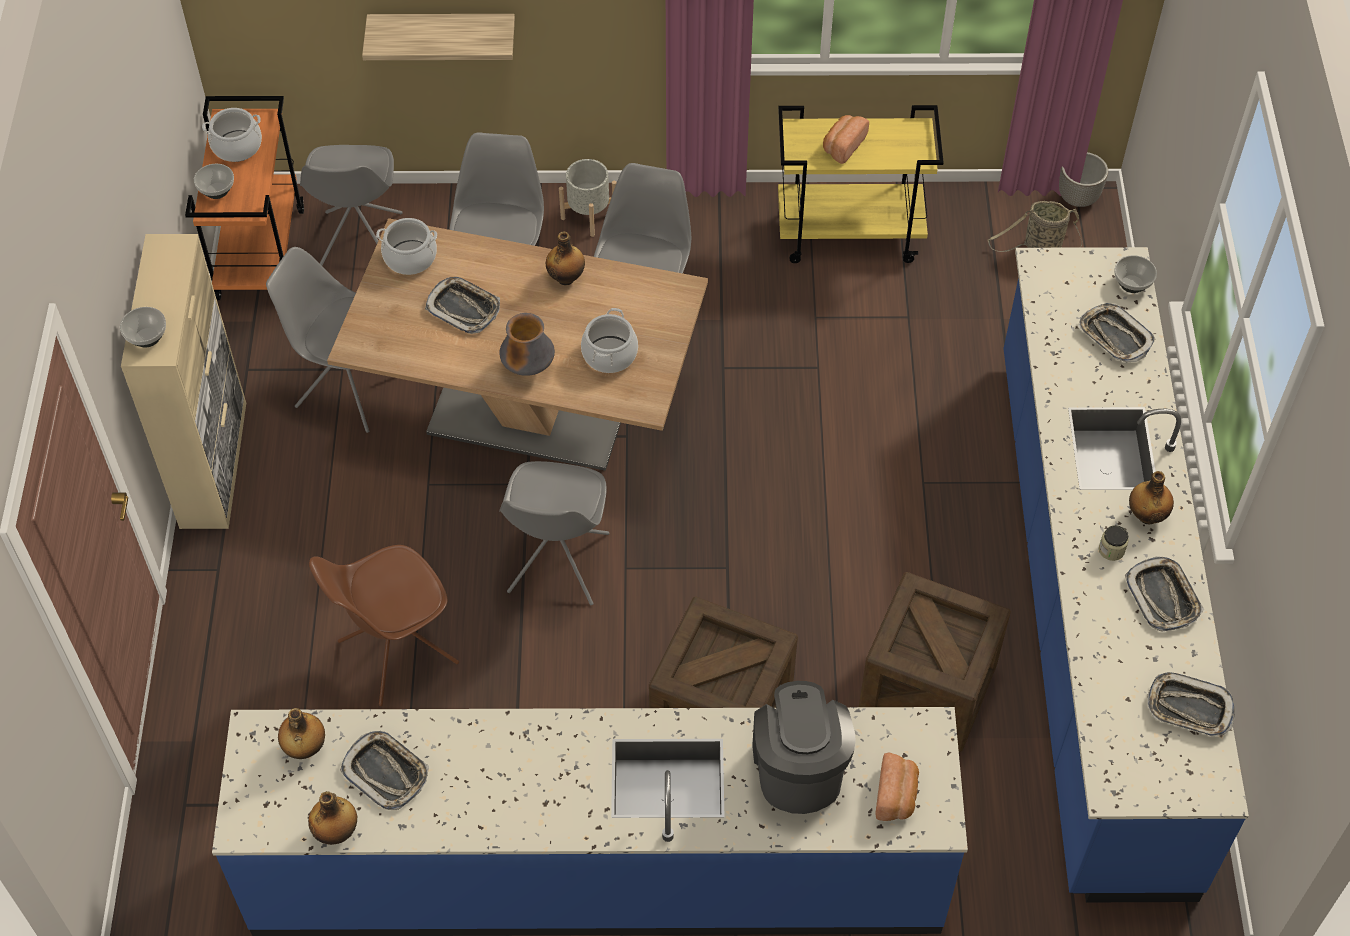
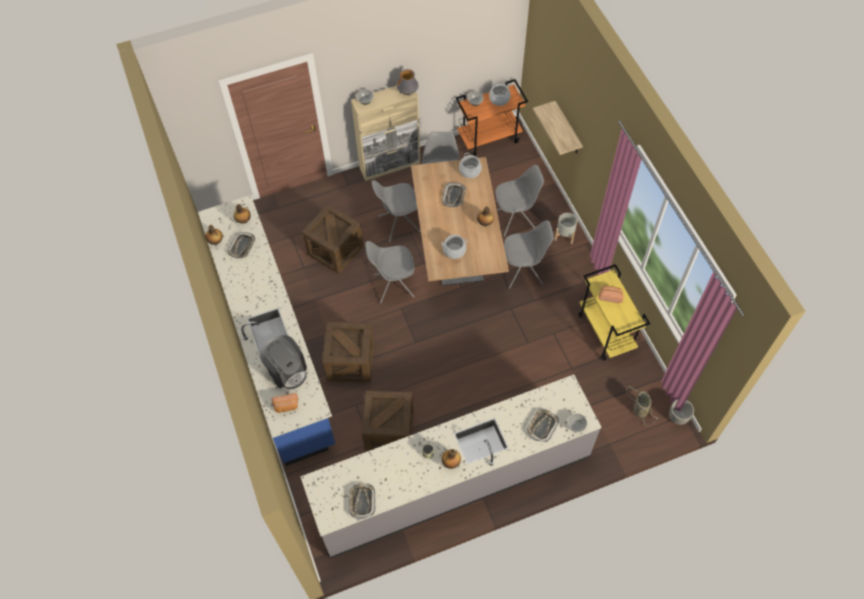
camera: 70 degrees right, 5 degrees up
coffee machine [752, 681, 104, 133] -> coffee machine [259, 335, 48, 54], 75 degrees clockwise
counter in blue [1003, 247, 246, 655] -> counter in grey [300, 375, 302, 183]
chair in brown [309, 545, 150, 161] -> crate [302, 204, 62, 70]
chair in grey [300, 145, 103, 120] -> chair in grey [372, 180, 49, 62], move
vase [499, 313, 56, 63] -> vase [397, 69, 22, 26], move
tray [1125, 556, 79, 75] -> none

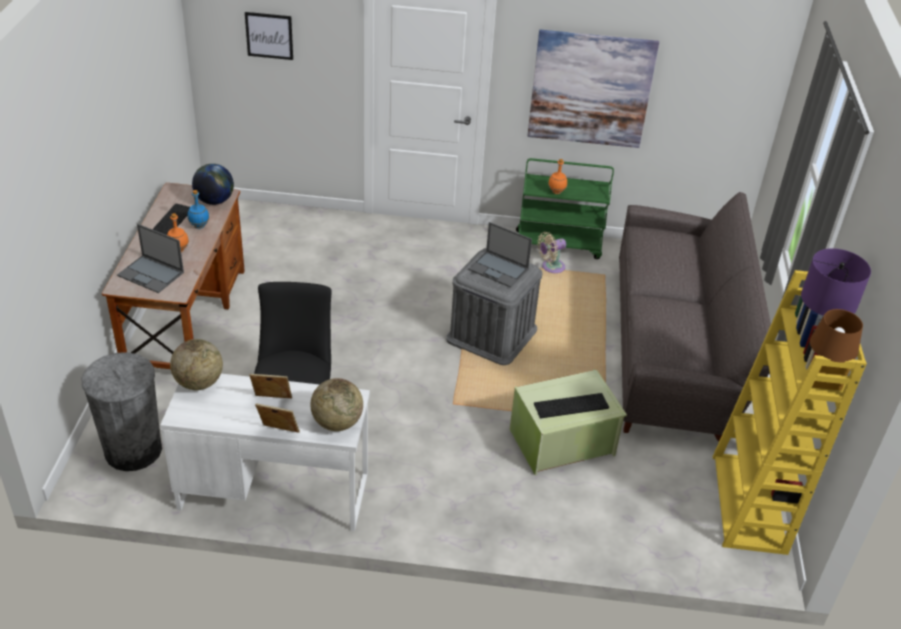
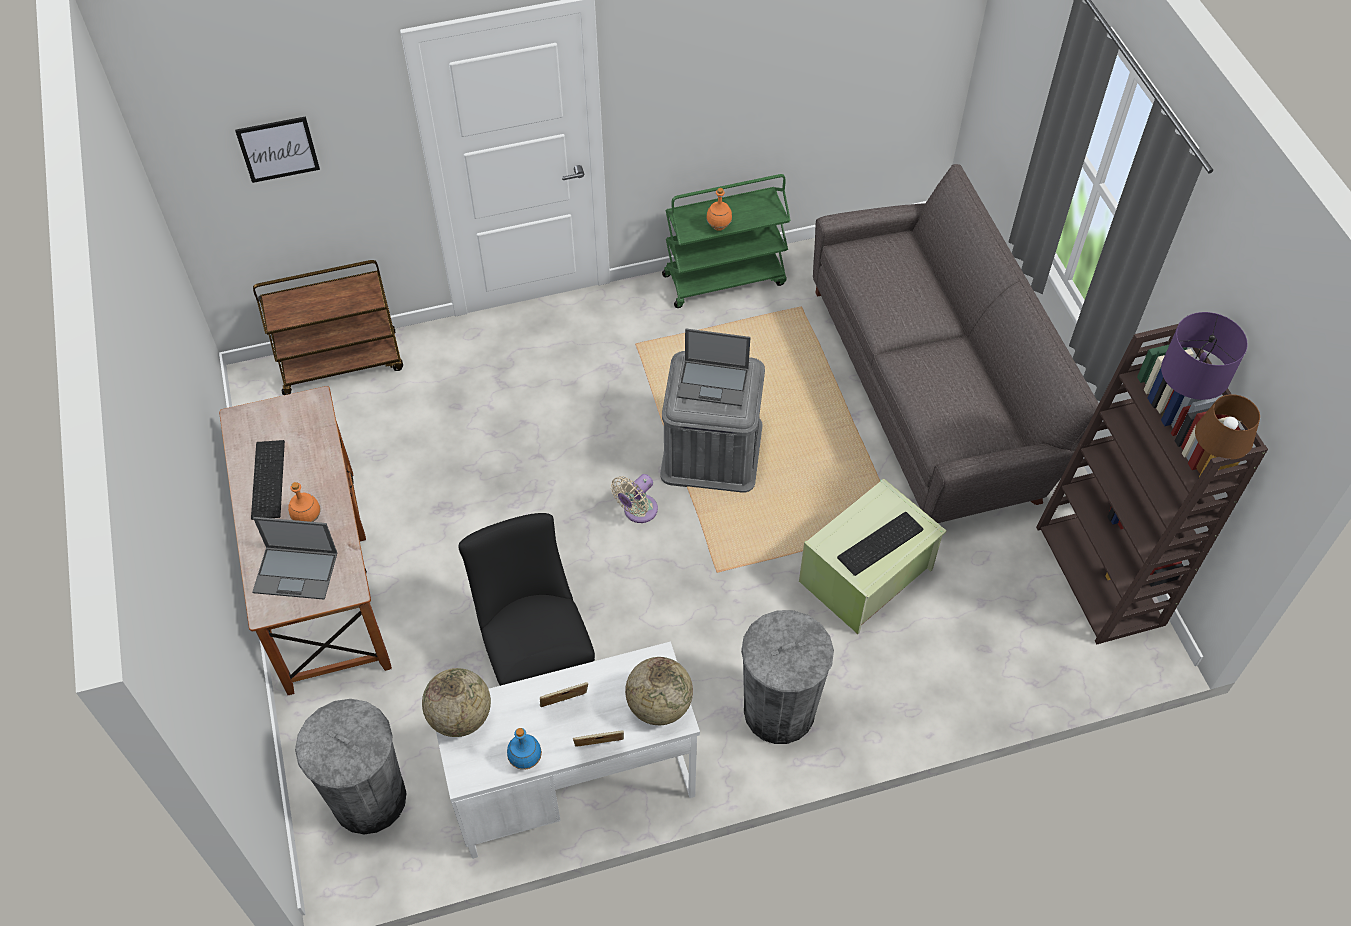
camera: 20 degrees left, 15 degrees up
none -> cart in brown [253, 260, 150, 135]
bottle in blue [188, 190, 21, 39] -> bottle in blue [507, 728, 35, 42], move
fan in beige [537, 232, 29, 41] -> fan in beige [611, 474, 47, 49], move
none -> trash can in grey [741, 610, 93, 134]
bookcase in yellow [713, 270, 154, 285] -> bookcase in brown [1036, 324, 232, 320]
globe [192, 164, 42, 41] -> none
picture [527, 30, 132, 118] -> none

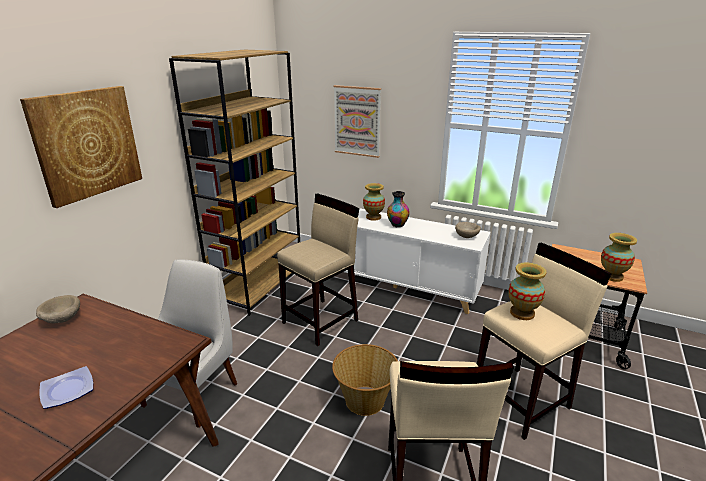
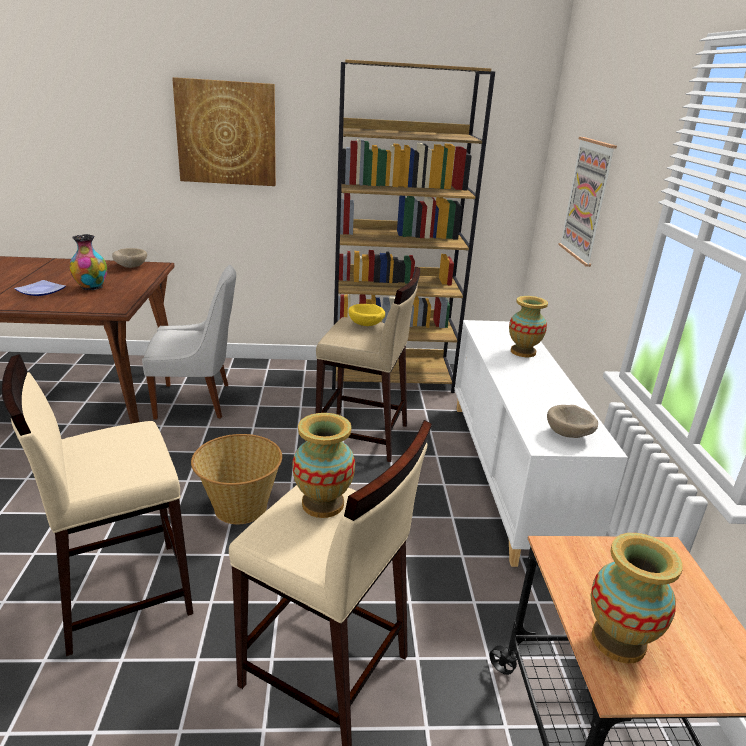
camera: 60 degrees right, 0 degrees up
vase [387, 191, 23, 36] -> vase [69, 234, 38, 56], move
none -> bowl in yellow [348, 304, 37, 22]

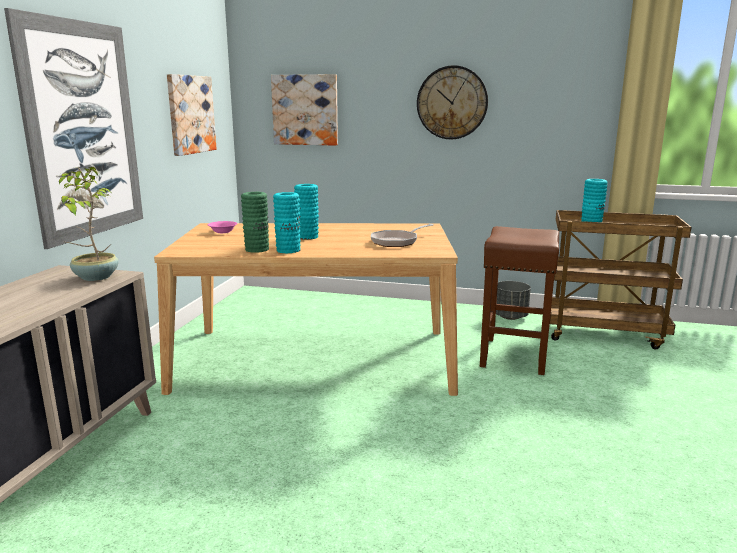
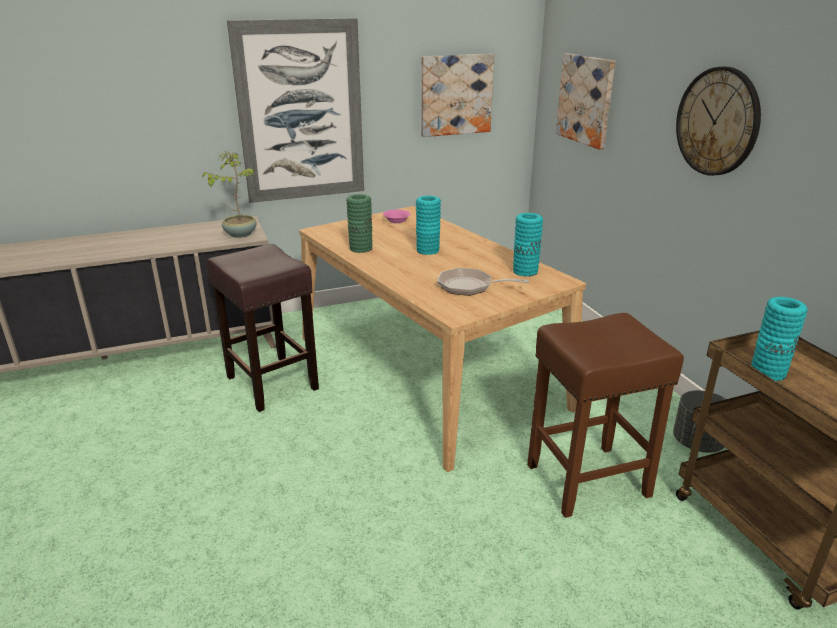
camera: 55 degrees right, 10 degrees up
none -> stool in brown [206, 244, 113, 168]
vase in turquoise [273, 192, 28, 61] -> vase in turquoise [513, 213, 30, 64], move

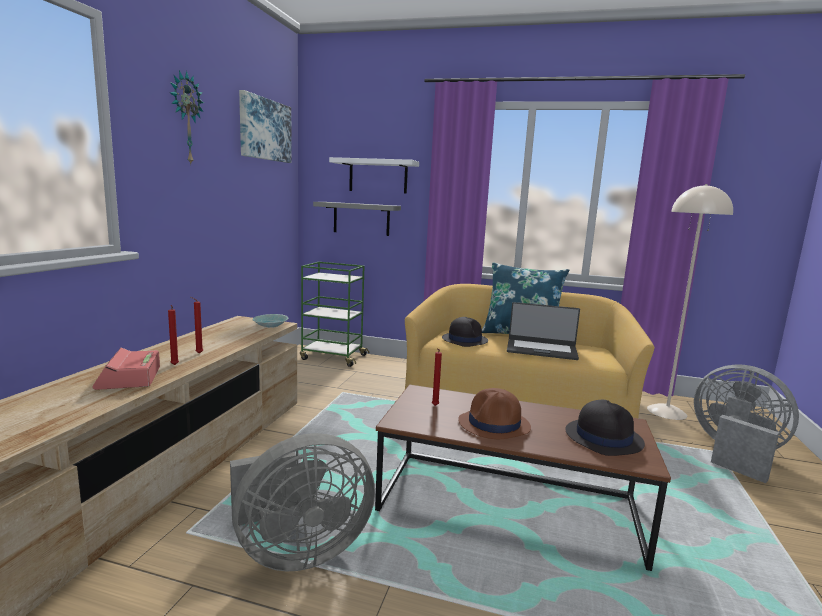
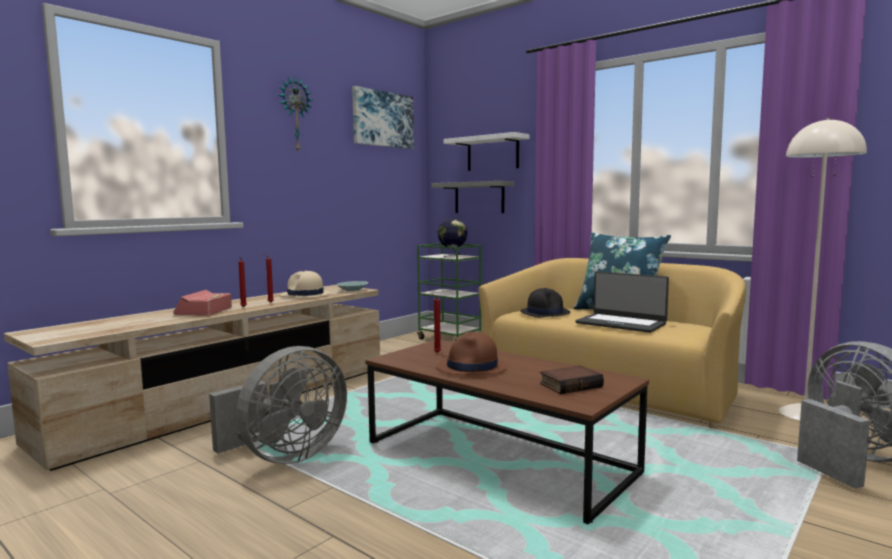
camera: 25 degrees right, 5 degrees down
fan in grey [230, 433, 145, 139] -> fan in grey [209, 346, 138, 118], 45 degrees counterclockwise
none -> hat in beige [280, 271, 51, 27]
none -> globe [438, 218, 29, 40]
hat in black [565, 400, 80, 56] -> book [540, 366, 64, 28]

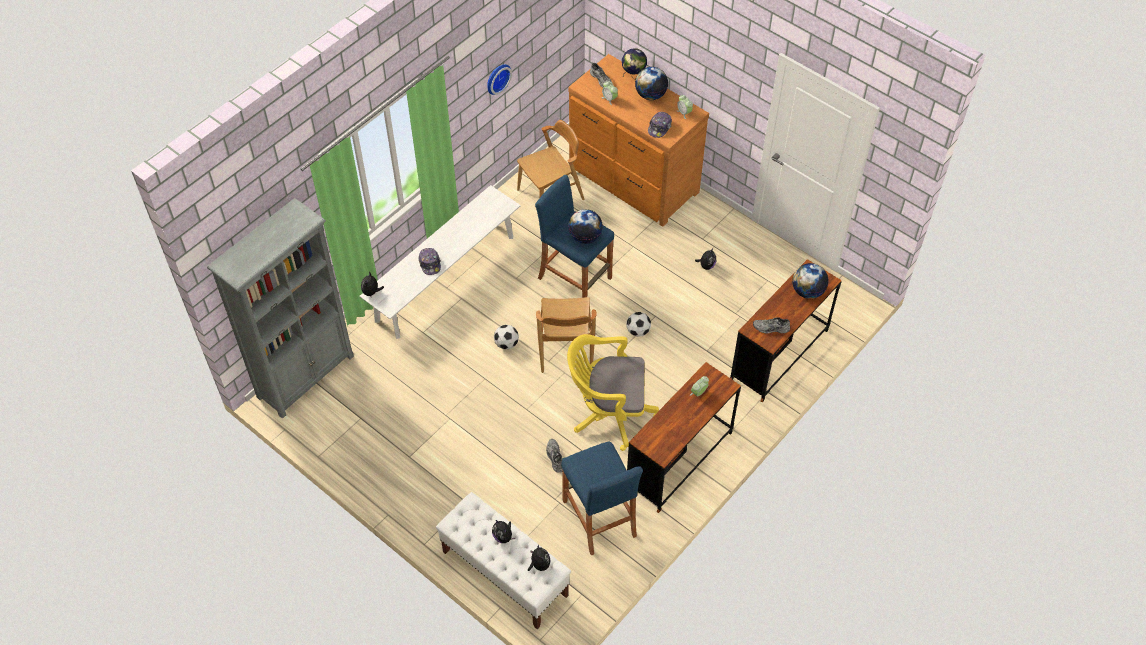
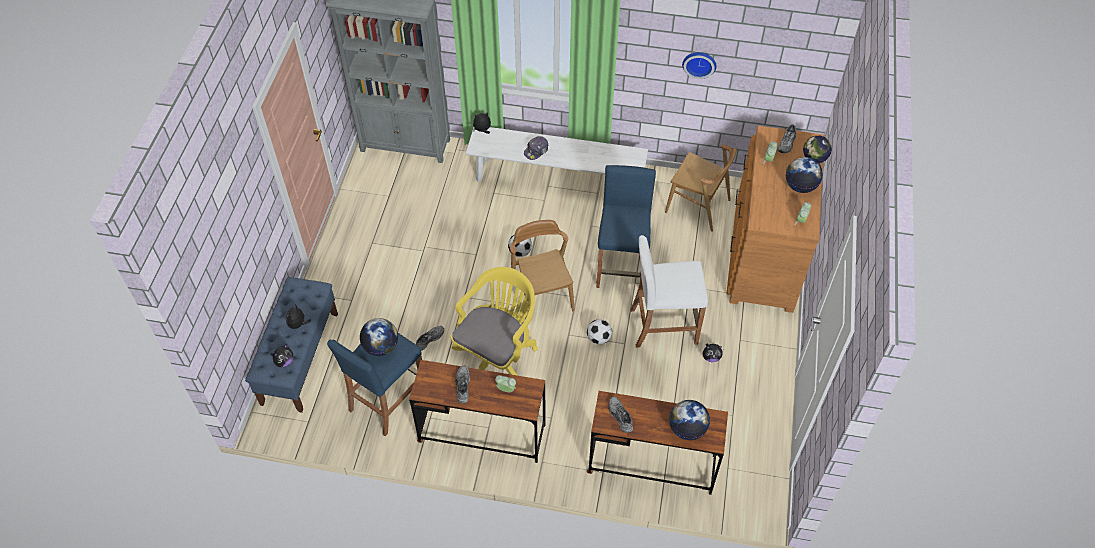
camera: 60 degrees right, 0 degrees up
bench in white [436, 492, 135, 137] -> bench in blue [245, 277, 93, 136]
globe [568, 209, 35, 35] -> globe [360, 318, 38, 38], move
office chair in yellow [567, 334, 92, 117] -> office chair in yellow [451, 267, 87, 109], 60 degrees clockwise
none -> shoe in grey [455, 366, 15, 37]
chair in brown [536, 297, 60, 76] -> chair in brown [510, 220, 65, 99], 105 degrees clockwise
none -> stool in white [630, 235, 78, 113]
cap [648, 112, 24, 26] -> none

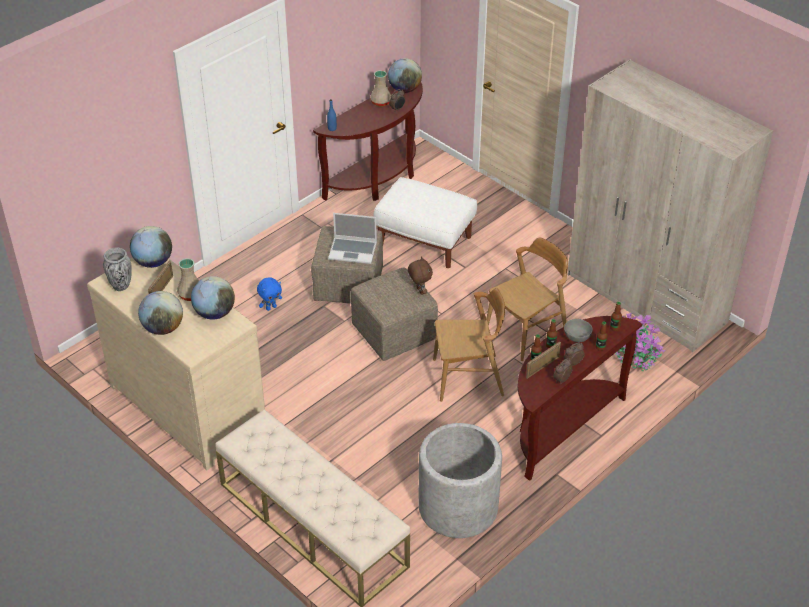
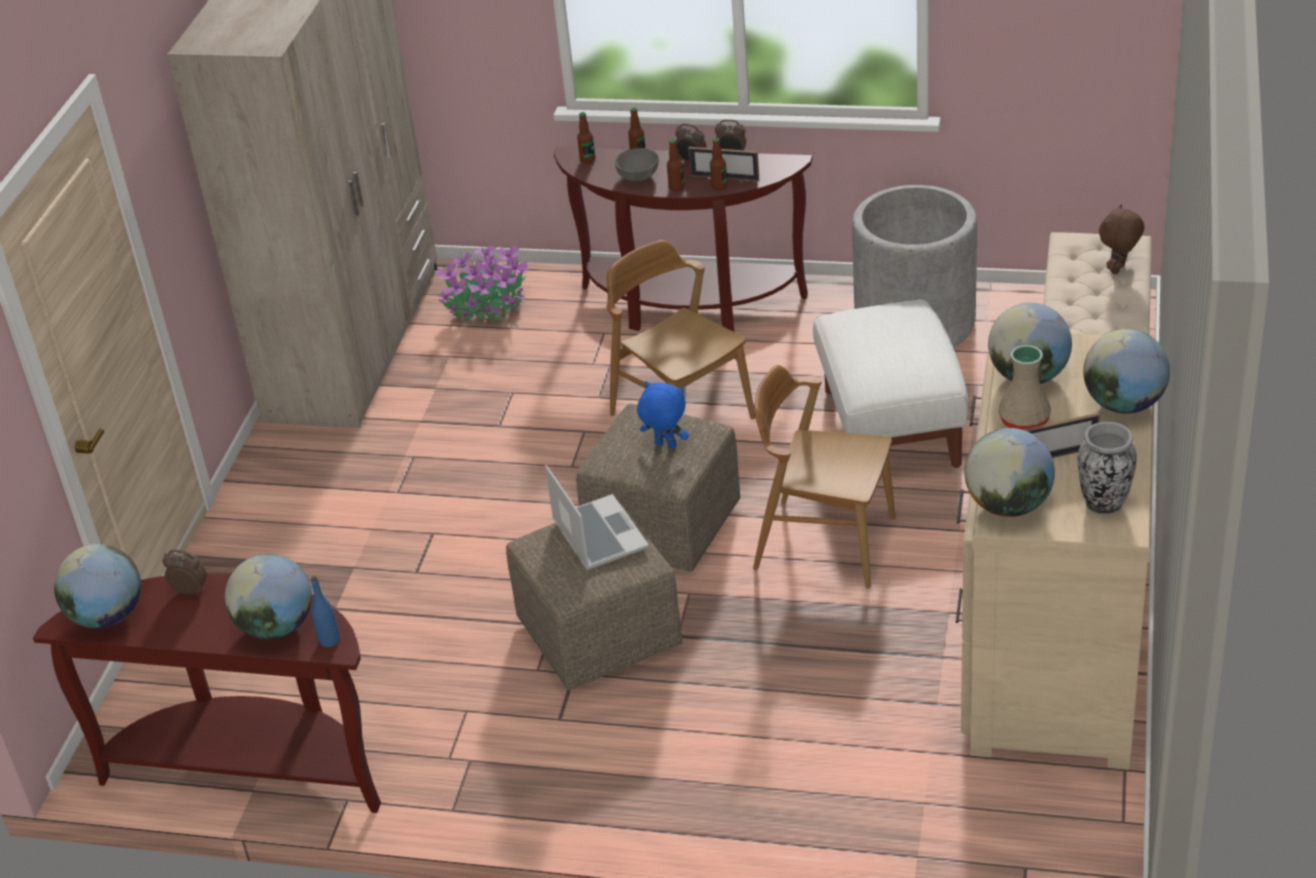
camera: 120 degrees left, 5 degrees down
none -> globe [225, 554, 87, 86]
plush toy in blue [257, 277, 25, 34] -> plush toy in blue [637, 381, 52, 67], move
chair in brown [486, 238, 82, 123] -> chair in brown [753, 365, 143, 224], move
ottoman in white [373, 177, 104, 91] -> ottoman in white [813, 300, 155, 168], move
plush toy in brown [408, 256, 25, 39] -> plush toy in brown [1099, 204, 45, 70], move
vase in beige [370, 70, 21, 37] -> none

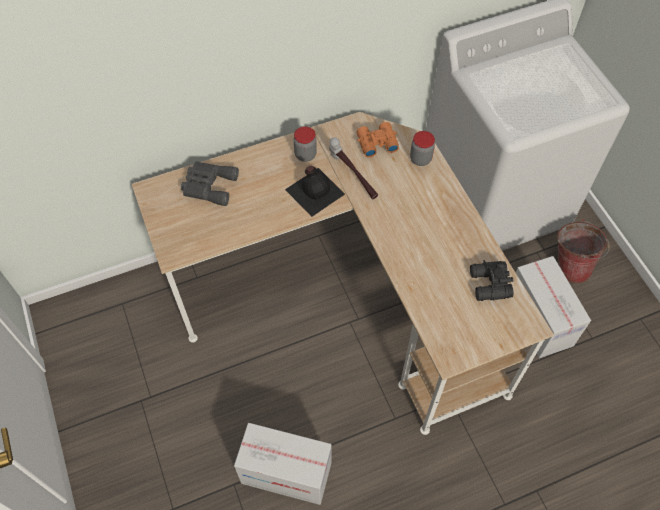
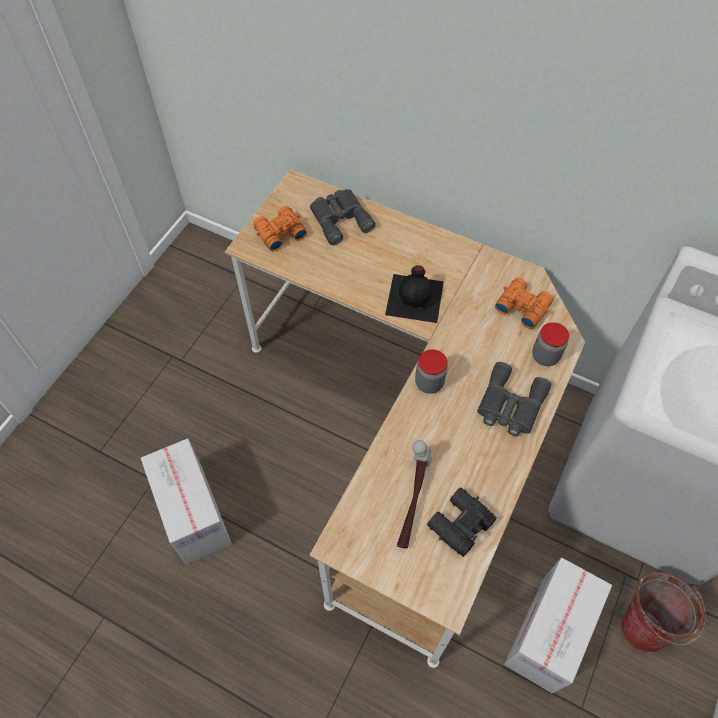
camera: 50 degrees right, 0 degrees up
none -> binoculars in orange [253, 206, 54, 46]
hammer [329, 137, 49, 62] -> hammer [397, 440, 35, 109], move
jar [294, 126, 23, 36] -> jar [415, 349, 33, 45], move
none -> binoculars in grey [477, 362, 74, 74]

